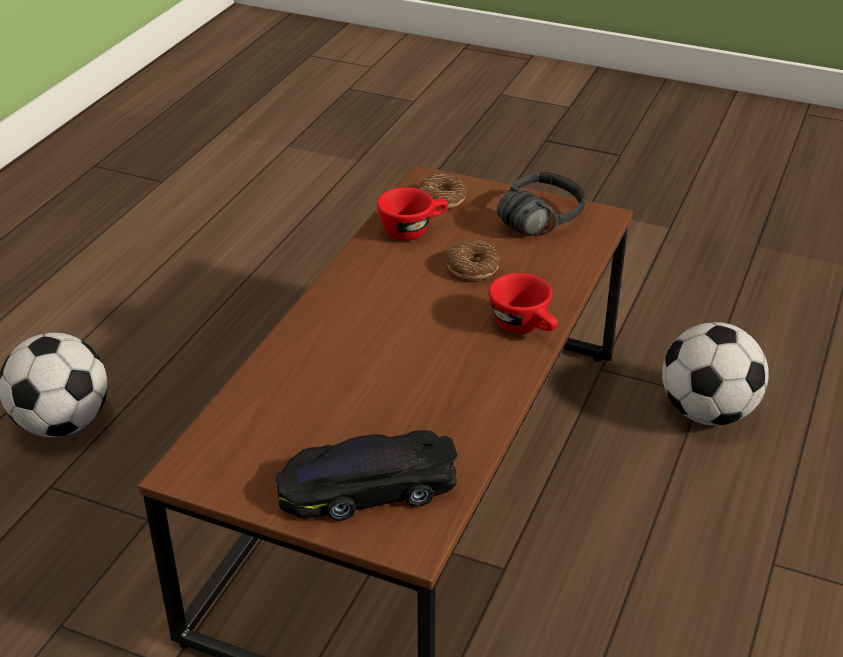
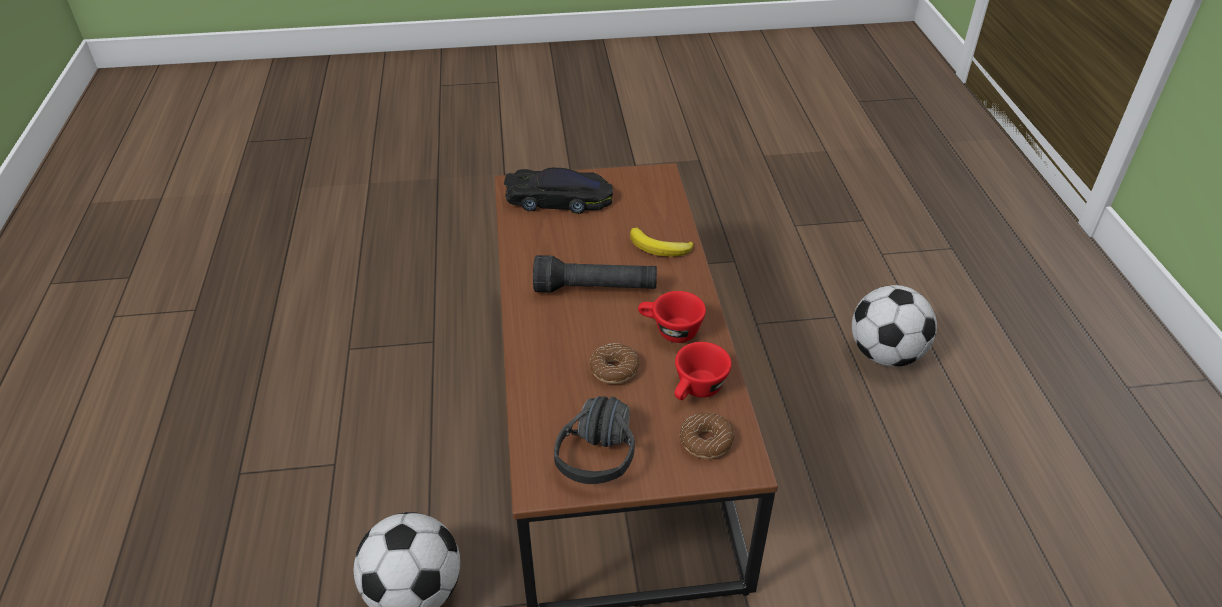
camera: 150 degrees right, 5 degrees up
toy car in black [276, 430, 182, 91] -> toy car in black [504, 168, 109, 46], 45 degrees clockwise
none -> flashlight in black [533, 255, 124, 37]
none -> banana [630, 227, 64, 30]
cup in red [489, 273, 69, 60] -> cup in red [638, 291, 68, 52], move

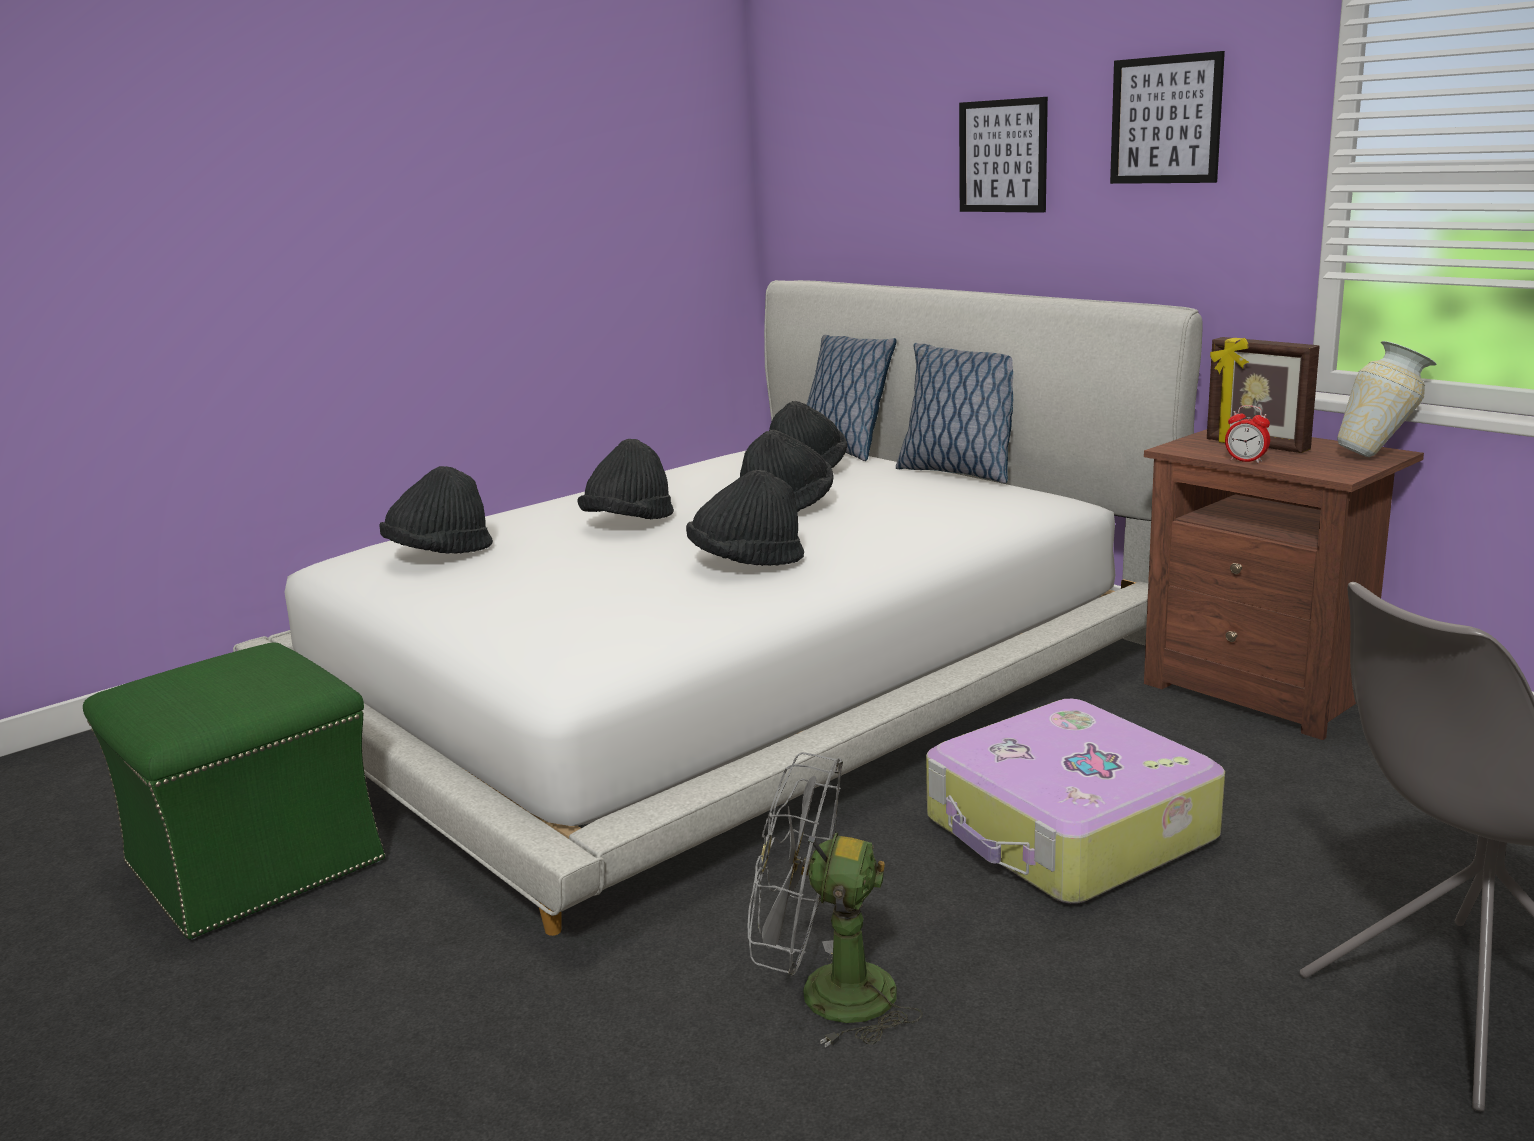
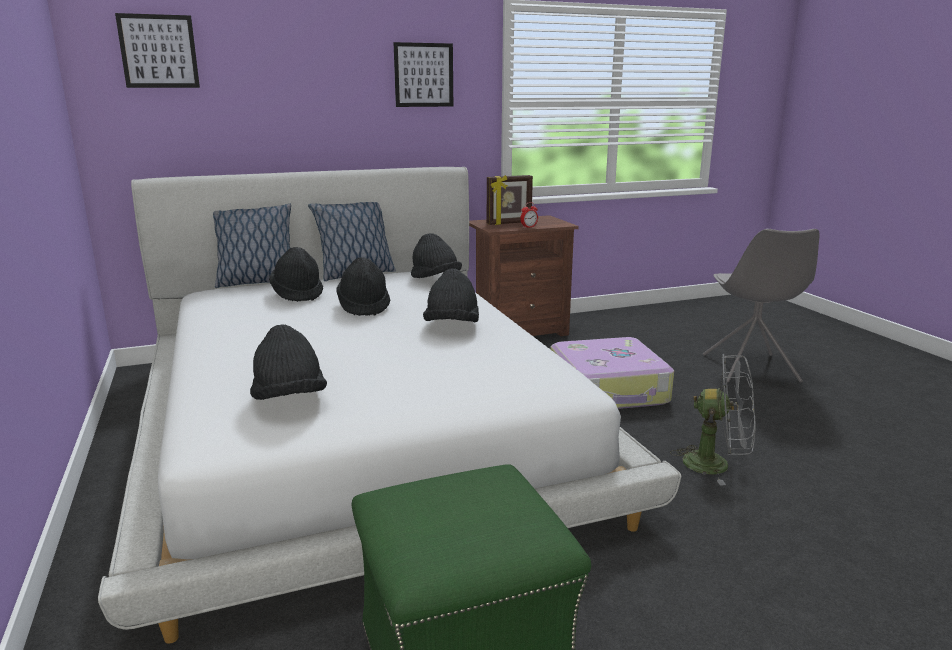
camera: 70 degrees left, 0 degrees up
picture [959, 97, 89, 116] -> picture [115, 13, 85, 75], move
hat in black [577, 439, 97, 80] -> hat in black [411, 233, 51, 45], move
fan in grey [748, 752, 175, 295] -> fan in grey [670, 354, 86, 132], 105 degrees counterclockwise
vase [1337, 341, 100, 116] -> none

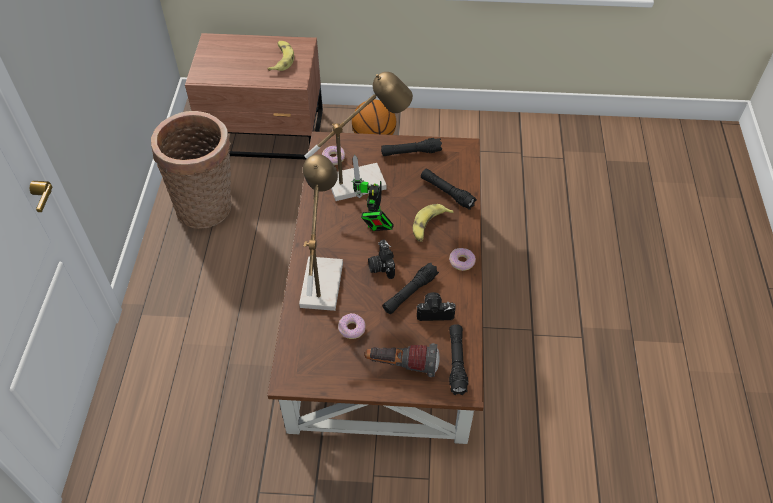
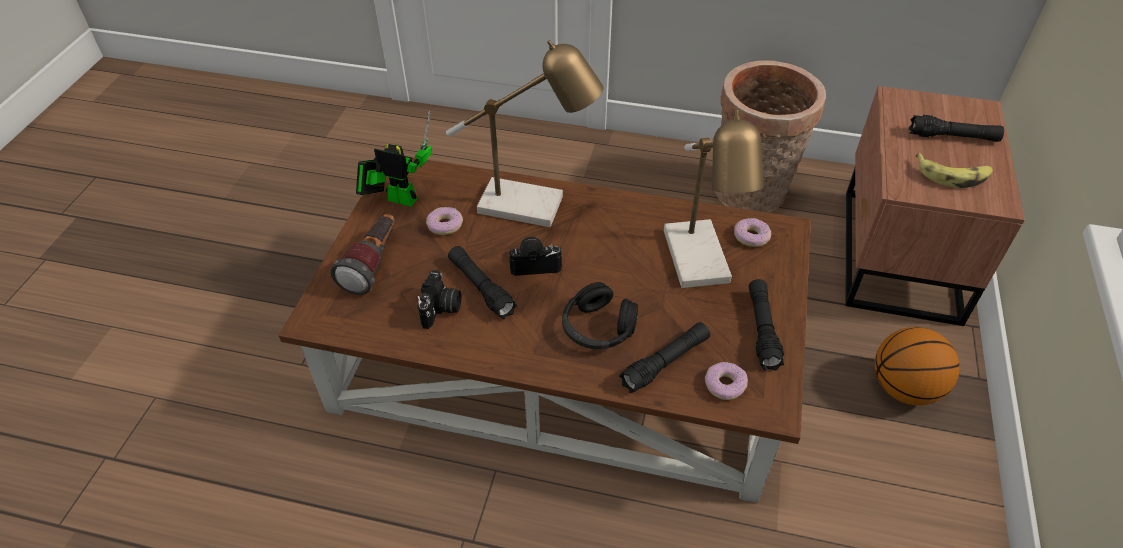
camera: 100 degrees right, 5 degrees down
toy robot [352, 155, 42, 76] -> toy robot [356, 110, 76, 97], move
banana [413, 204, 41, 38] -> headphones in black [562, 282, 76, 67]
donut [449, 248, 27, 23] -> donut [705, 362, 43, 38], move
flashlight in black [449, 324, 19, 71] -> flashlight in black [909, 115, 95, 27], move

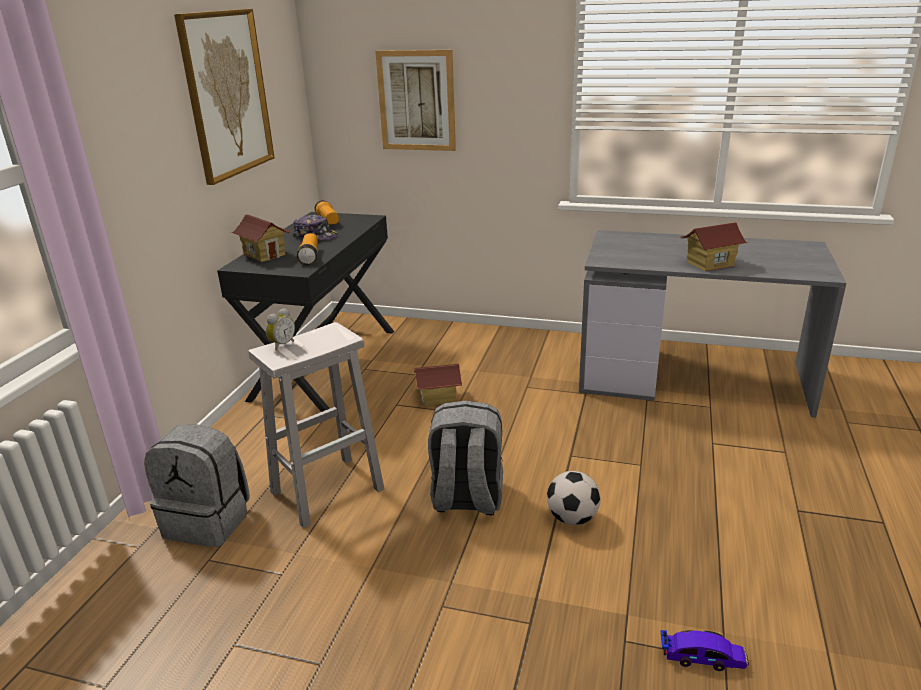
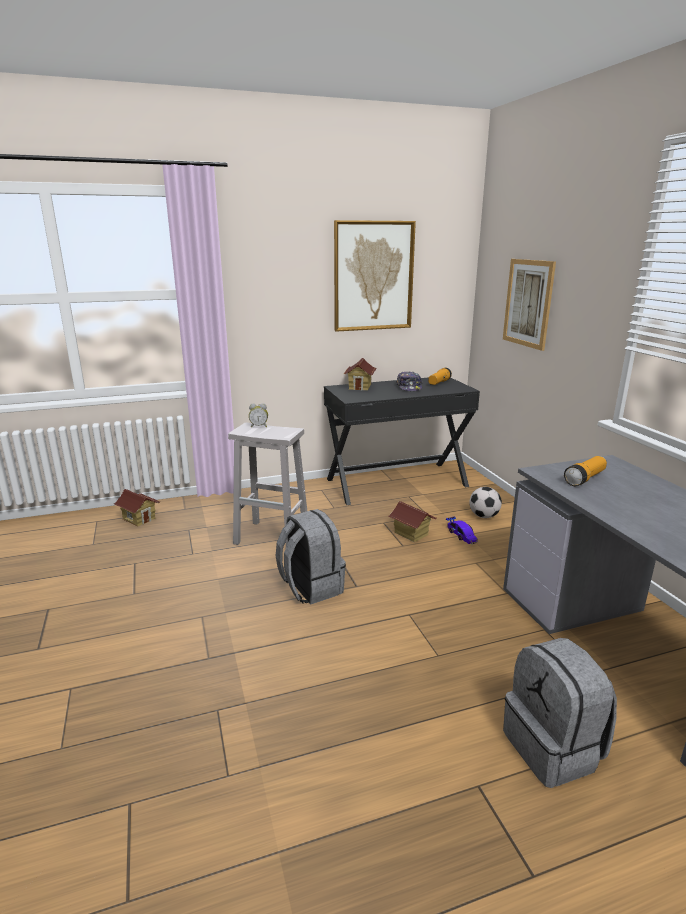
camera: 55 degrees right, 5 degrees down
toy house [680, 222, 68, 49] -> toy house [114, 489, 46, 37], move
toy car [661, 630, 88, 41] -> toy car [446, 517, 32, 27], move
football [547, 471, 54, 54] -> football [469, 487, 33, 31], move
backpack in grey [144, 425, 106, 122] -> backpack in grey [503, 638, 114, 150], move
flashlight [297, 233, 21, 32] -> flashlight [564, 456, 43, 30], move

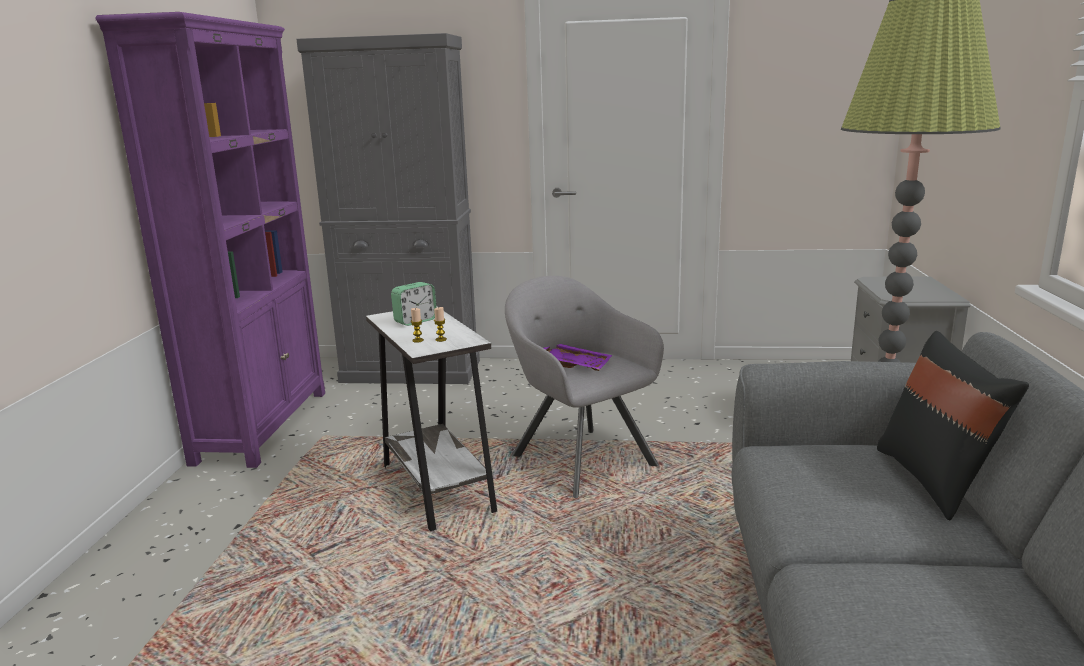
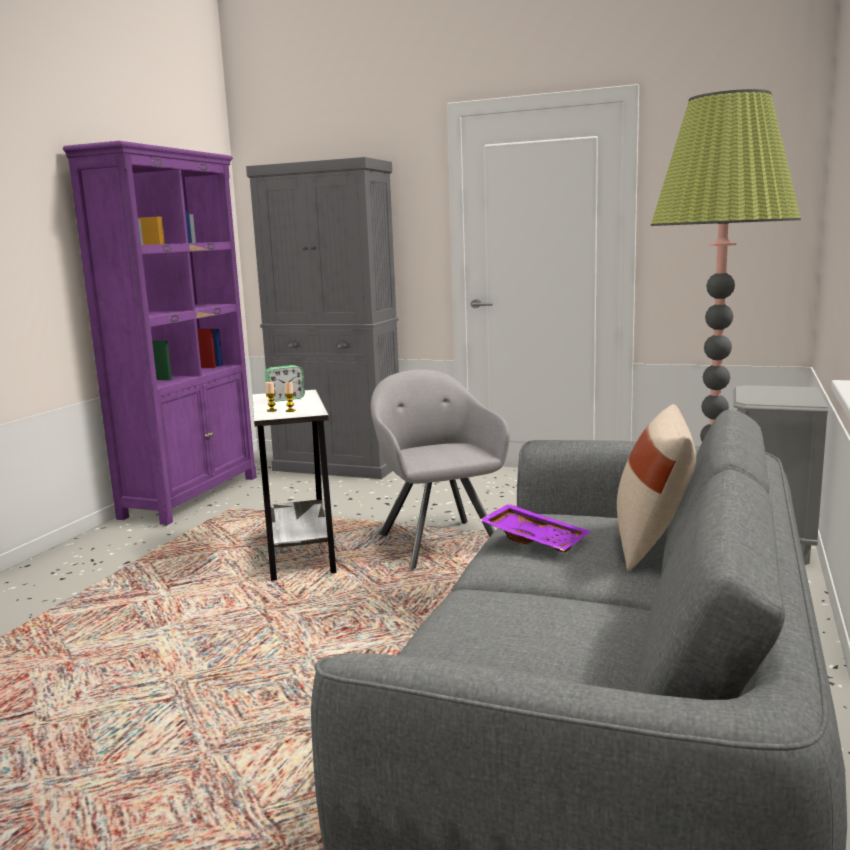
camera: 15 degrees right, 5 degrees down
tray in purple [544, 344, 68, 27] -> tray in purple [480, 504, 110, 48], move
pillow in black [877, 331, 152, 189] -> pillow in beige [617, 404, 80, 167]

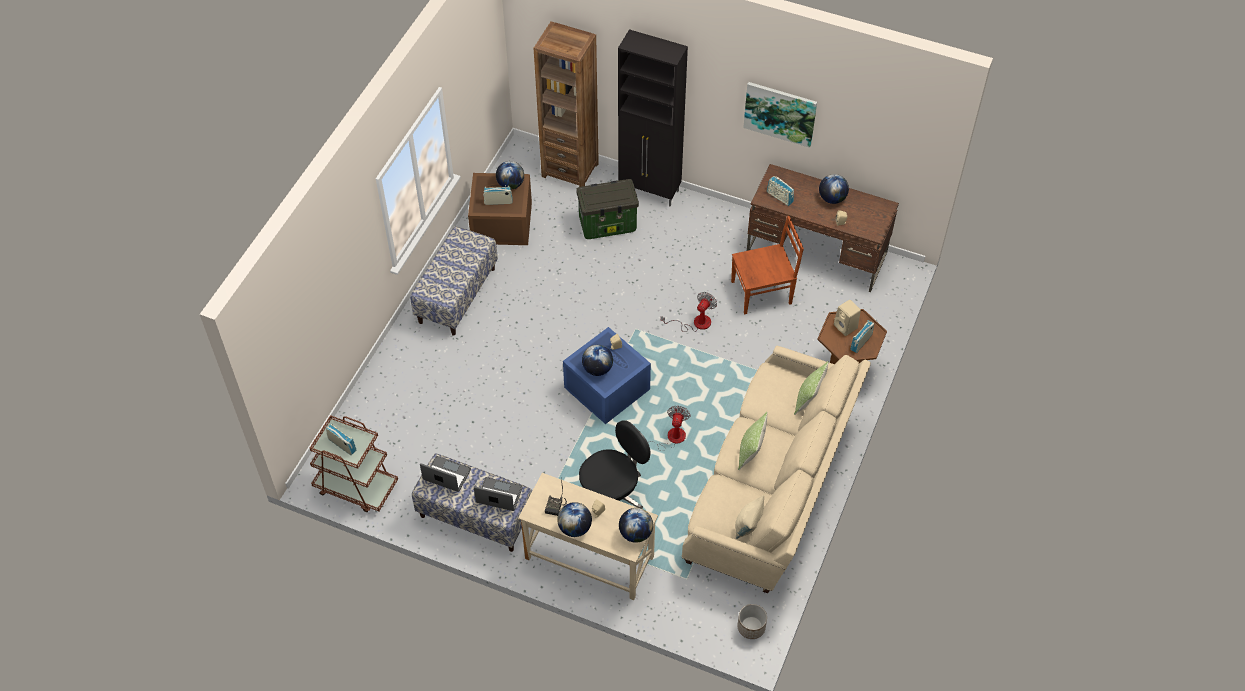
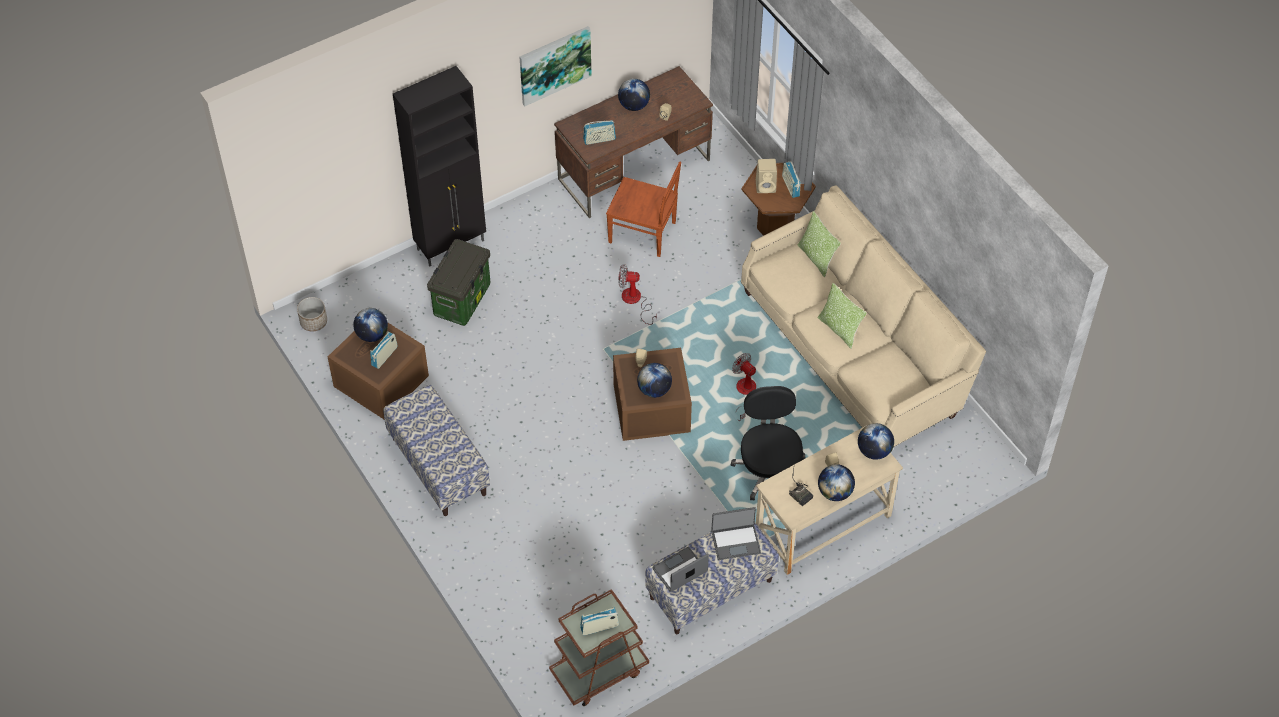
camera: 55 degrees left, 0 degrees up
planter [737, 604, 30, 35] -> planter [297, 297, 30, 35], move
chair in brown [731, 216, 73, 98] -> chair in brown [606, 162, 75, 95], 90 degrees clockwise
storage box in blue [563, 327, 88, 97] -> storage box in brown [613, 348, 79, 93]
fan [661, 292, 56, 40] -> fan [619, 264, 38, 61], 60 degrees counterclockwise
laptop [474, 477, 49, 34] -> laptop [712, 507, 49, 53], 150 degrees counterclockwise
bookcase in brown [534, 21, 65, 166] -> none
pillow in beige [735, 495, 29, 44] -> none

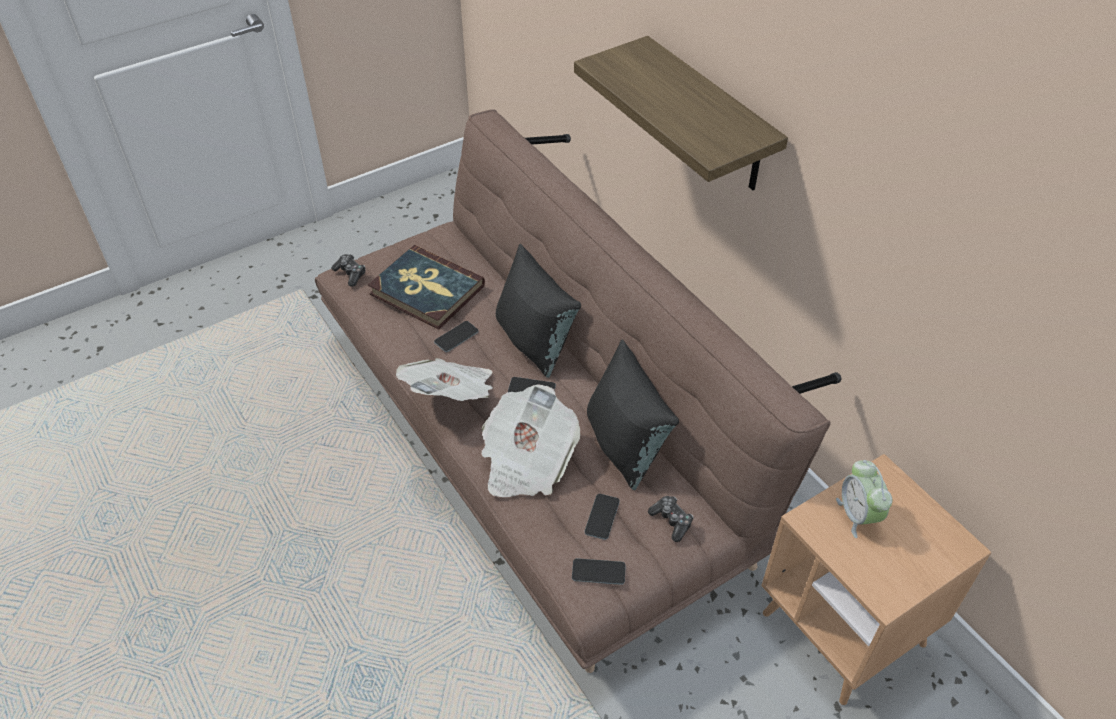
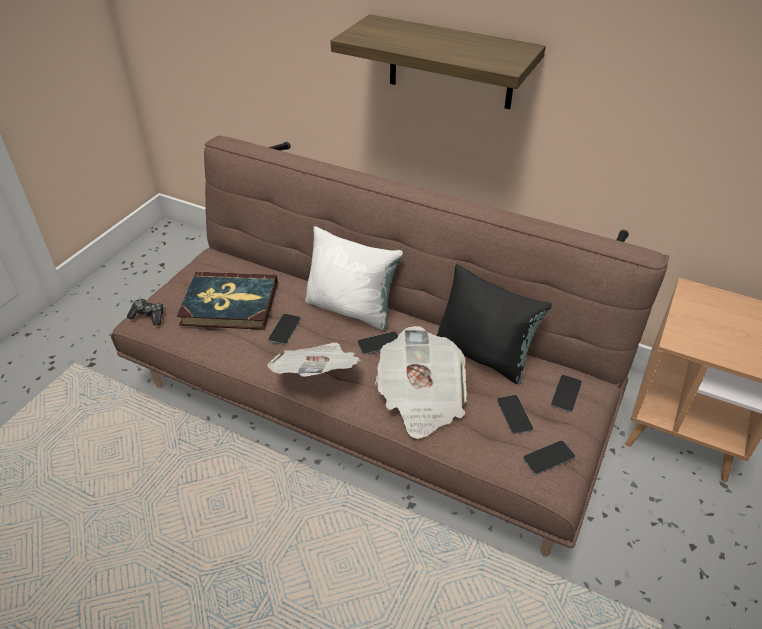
camera: 30 degrees left, 5 degrees down
pillow in black [496, 244, 85, 134] -> pillow in white [305, 226, 98, 105]
game controller [648, 496, 46, 46] -> phone [551, 375, 31, 37]
alarm clock [836, 460, 56, 78] -> none

